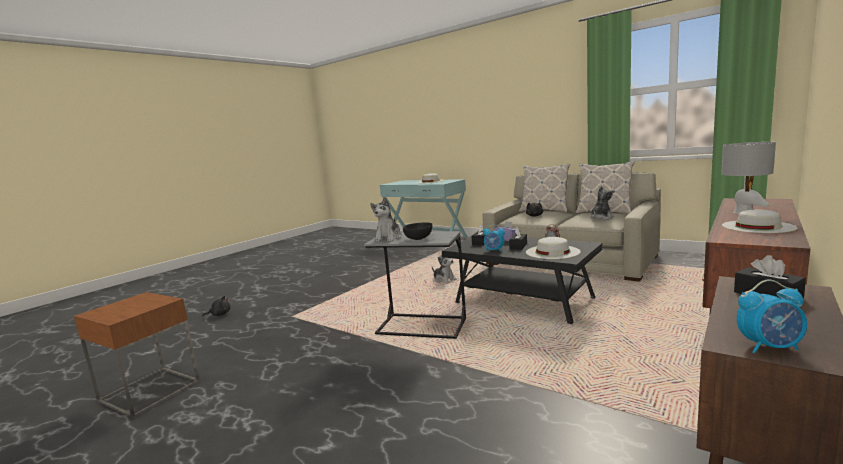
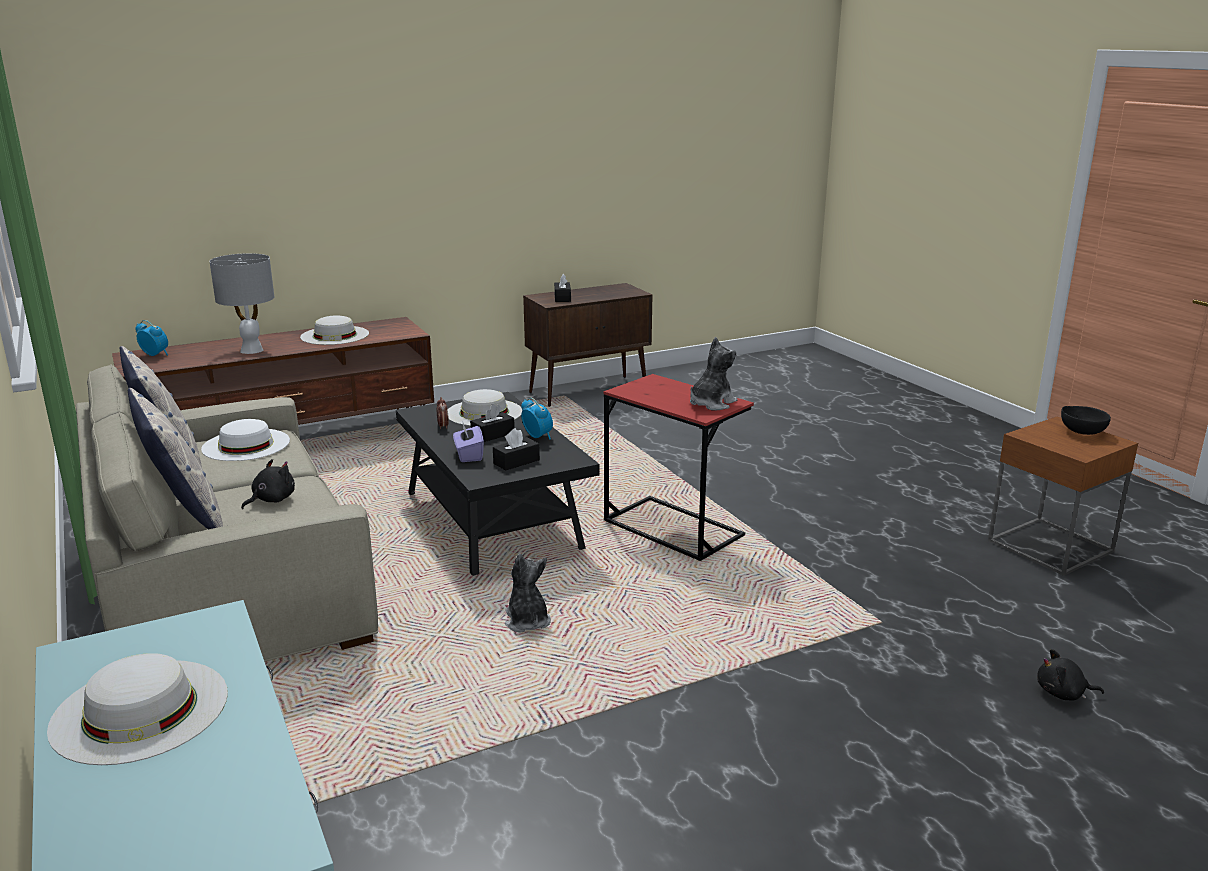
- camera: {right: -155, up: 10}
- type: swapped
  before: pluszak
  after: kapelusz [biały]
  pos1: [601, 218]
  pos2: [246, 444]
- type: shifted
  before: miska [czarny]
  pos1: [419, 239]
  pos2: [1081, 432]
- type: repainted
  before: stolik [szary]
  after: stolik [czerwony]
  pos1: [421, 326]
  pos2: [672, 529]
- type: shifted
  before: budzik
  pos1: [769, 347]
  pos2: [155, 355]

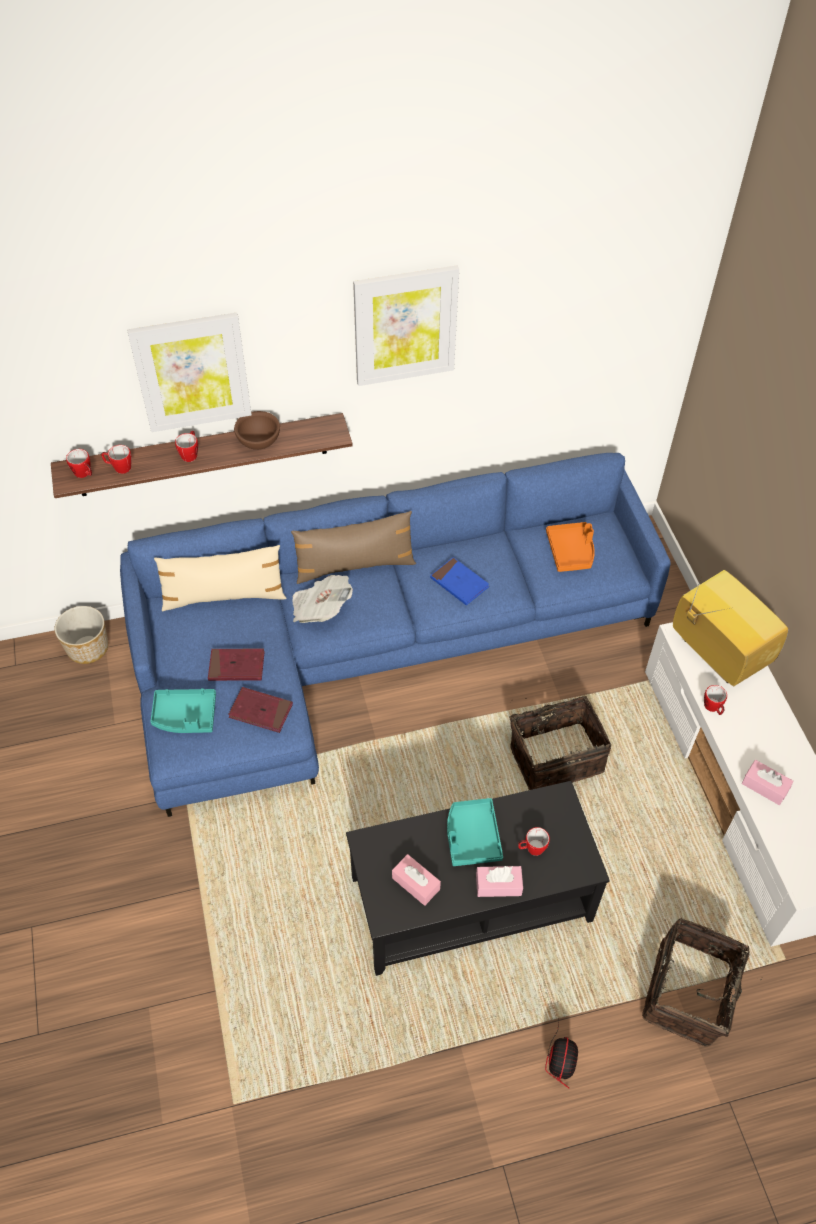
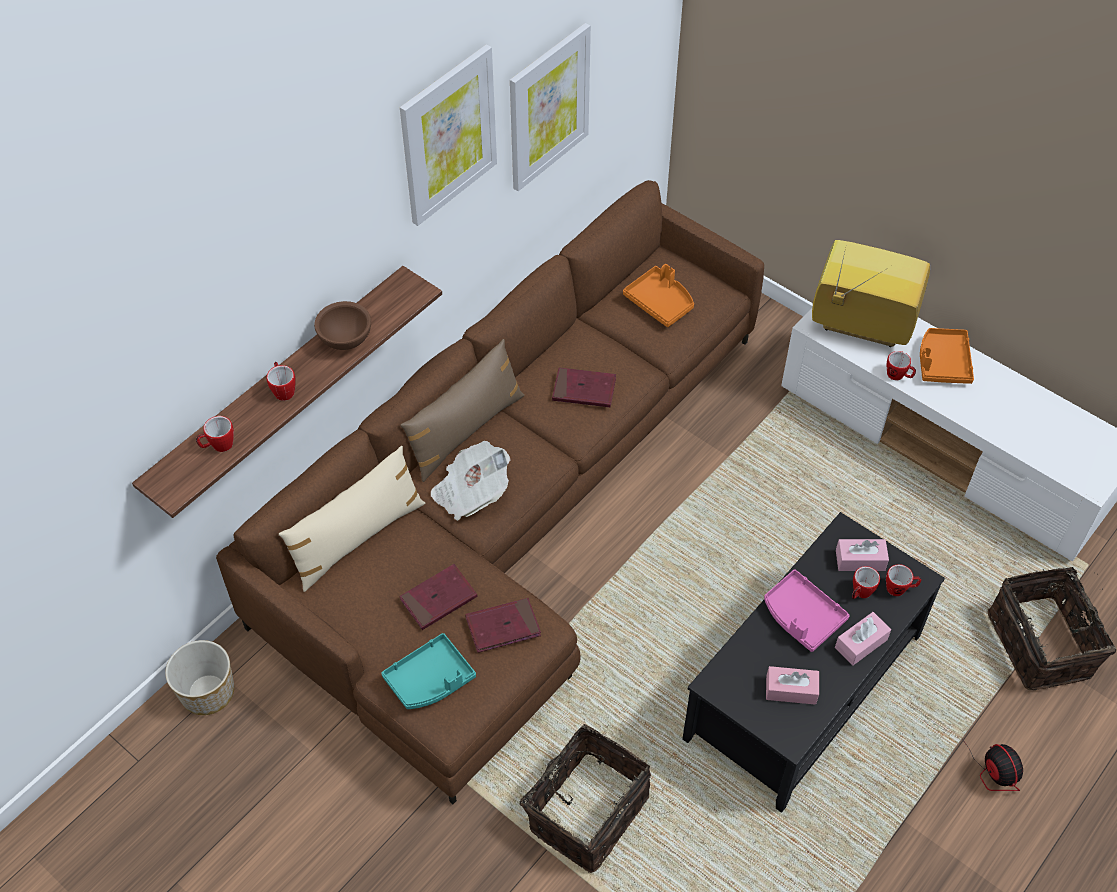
- camera: {right: -35, up: 0}
- type: shifted
  before: obraz
  pos1: [192, 372]
  pos2: [548, 107]
- type: shifted
  before: kubek
  pos1: [84, 474]
  pos2: [900, 589]
- type: repainted
  before: kanapa [niebieski]
  after: kanapa [brązowy]
  pos1: [372, 646]
  pos2: [510, 511]
- type: repainted
  before: książka [niebieski]
  after: książka [czerwony]
  pos1: [459, 583]
  pos2: [584, 390]
- type: shifted
  before: koszyk
  pos1: [555, 756]
  pos2: [585, 810]
- type: shifted
  before: pudełko chusteczek [różowy]
  pos1: [764, 786]
  pos2: [860, 560]
- type: repainted
  before: taca [turkusowy]
  after: taca [różowy]
  pos1: [472, 837]
  pos2: [801, 616]
- type: new
  after: taca [pomarańczowy]
  pos2: [943, 362]

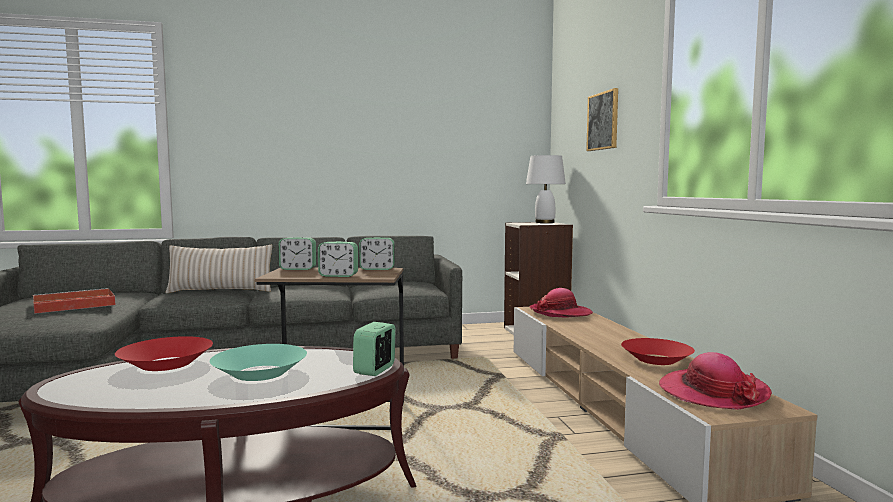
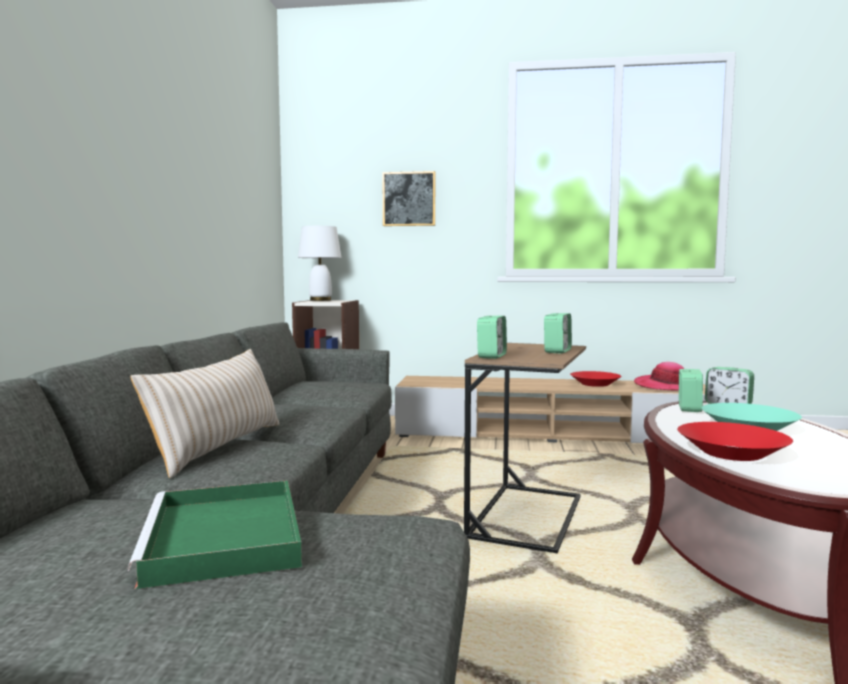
- camera: {right: -70, up: 0}
- type: shifted
  before: budzik
  pos1: [377, 269]
  pos2: [689, 408]
- type: repainted
  before: taca [czerwony]
  after: taca [zielony]
  pos1: [72, 305]
  pos2: [225, 539]
- type: gone
  before: kapelusz
  pos1: [560, 313]

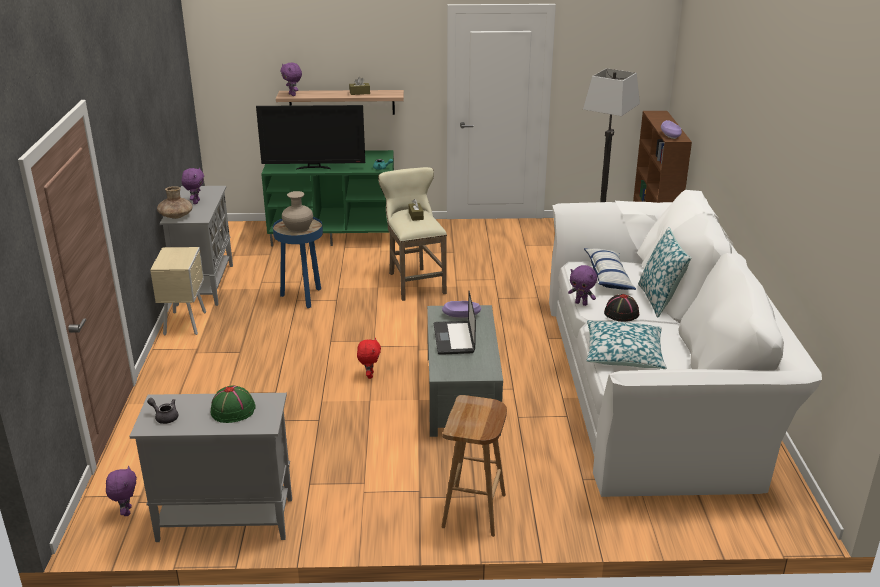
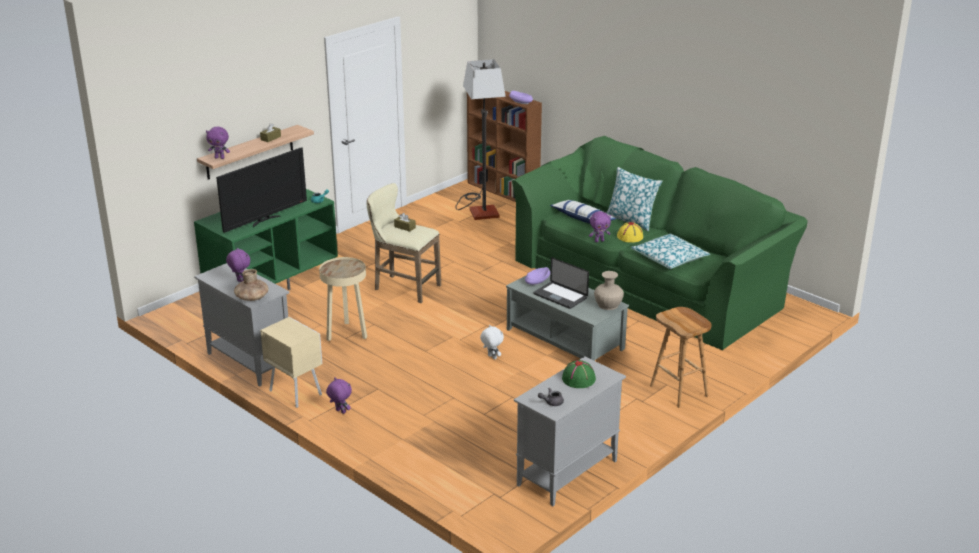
- camera: {right: -45, up: 0}
- type: repainted
  before: kanapa [biały]
  after: kanapa [zielony]
  pos1: [652, 382]
  pos2: [649, 280]
- type: shifted
  before: wazon [beżowy]
  pos1: [298, 228]
  pos2: [608, 305]
- type: repainted
  before: stolik [niebieski]
  after: stolik [beżowy]
  pos1: [303, 297]
  pos2: [346, 334]
- type: repainted
  before: kapelusz [czarny]
  after: kapelusz [żółty]
  pos1: [621, 313]
  pos2: [630, 237]
- type: repainted
  before: pluszak [czerwony]
  after: pluszak [biały]
  pos1: [369, 375]
  pos2: [491, 357]
- type: shifted
  before: pluszak [fioletowy]
  pos1: [126, 511]
  pos2: [340, 412]

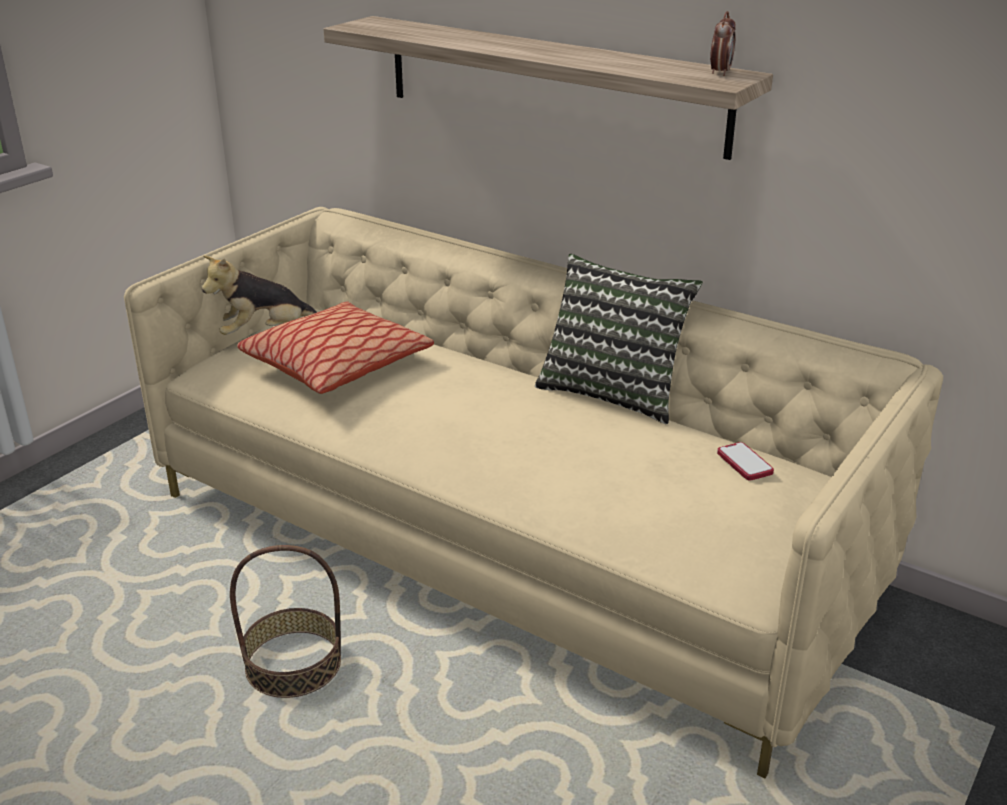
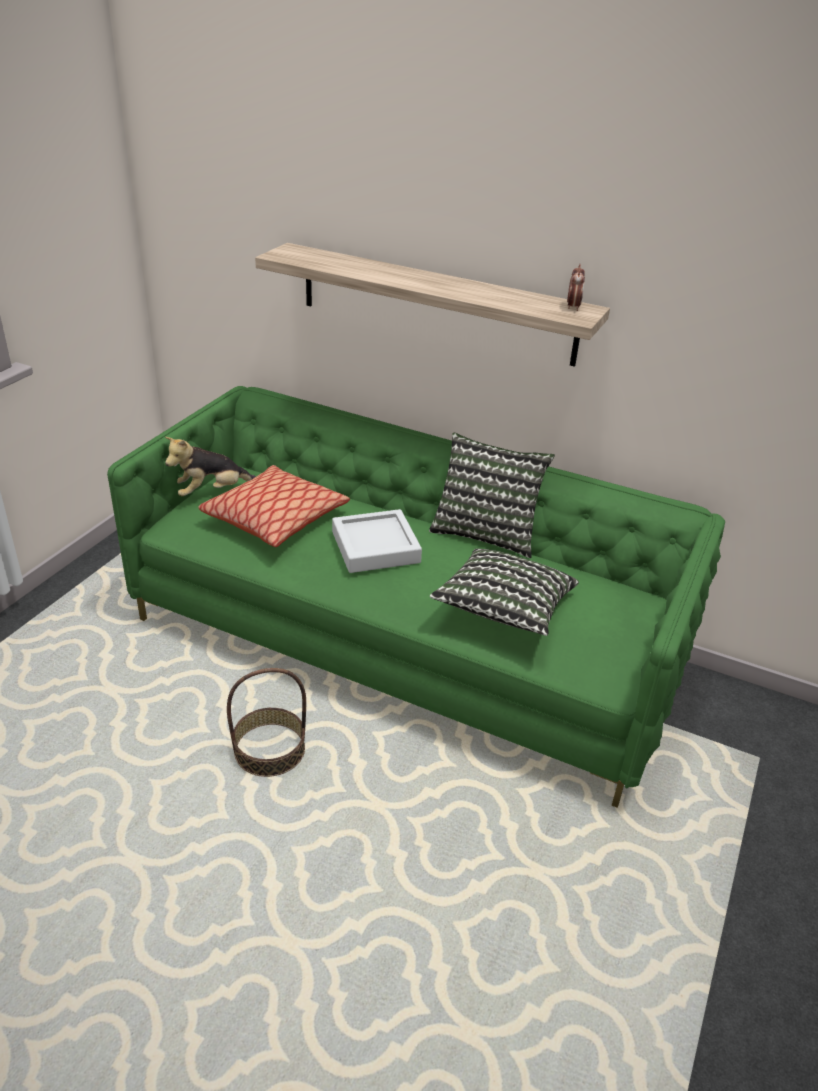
- camera: {right: -10, up: 5}
- type: repainted
  before: kanapa [beżowy]
  after: kanapa [zielony]
  pos1: [504, 544]
  pos2: [404, 644]
- type: gone
  before: telefon
  pos1: [744, 463]
- type: new
  after: taca [szary]
  pos2: [375, 547]
- type: new
  after: poduszka
  pos2: [503, 609]

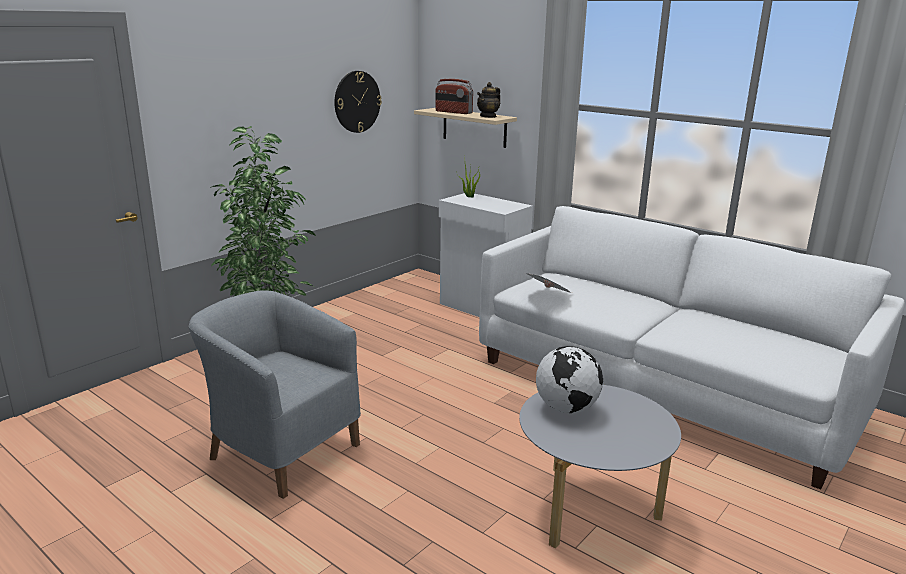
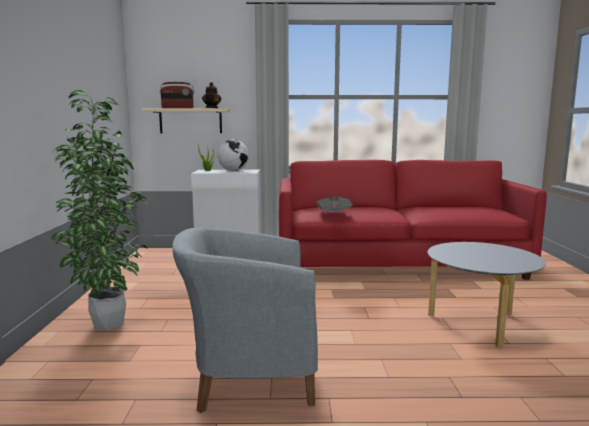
- camera: {right: -40, up: -10}
- type: gone
  before: zegar ścienny
  pos1: [357, 102]
- type: repainted
  before: kanapa [biały]
  after: kanapa [czerwony]
  pos1: [660, 389]
  pos2: [398, 265]
- type: shifted
  before: globus
  pos1: [566, 408]
  pos2: [233, 171]

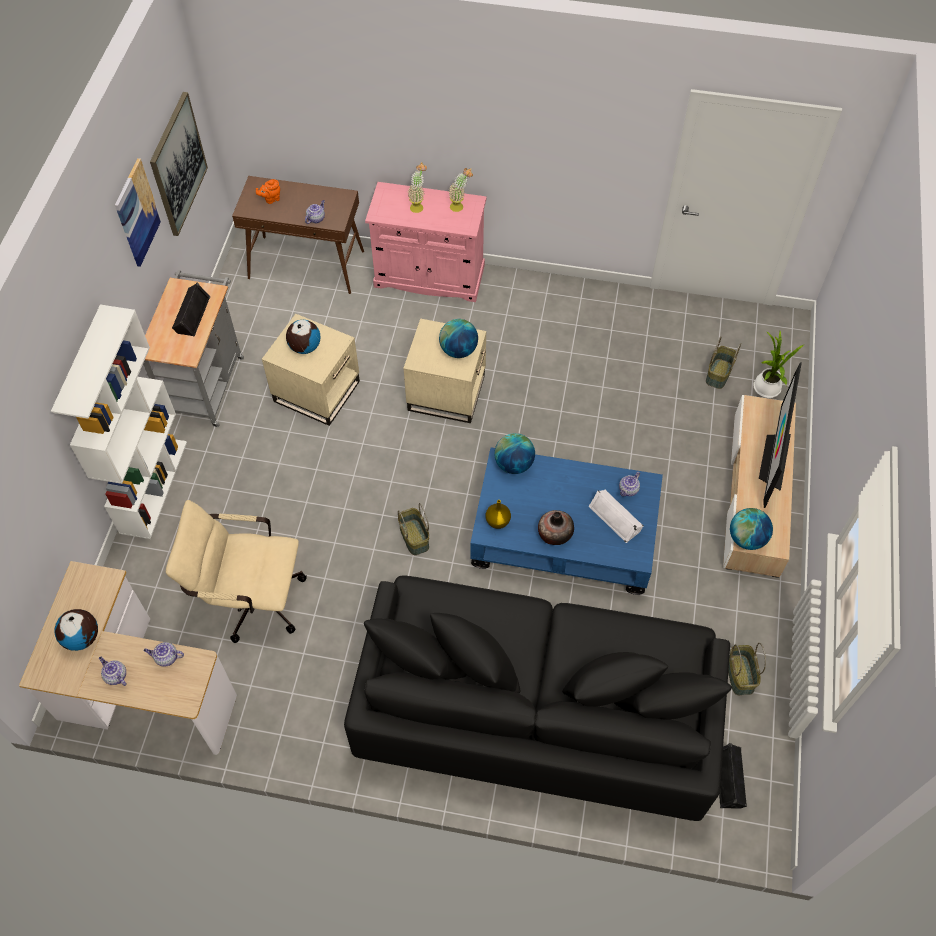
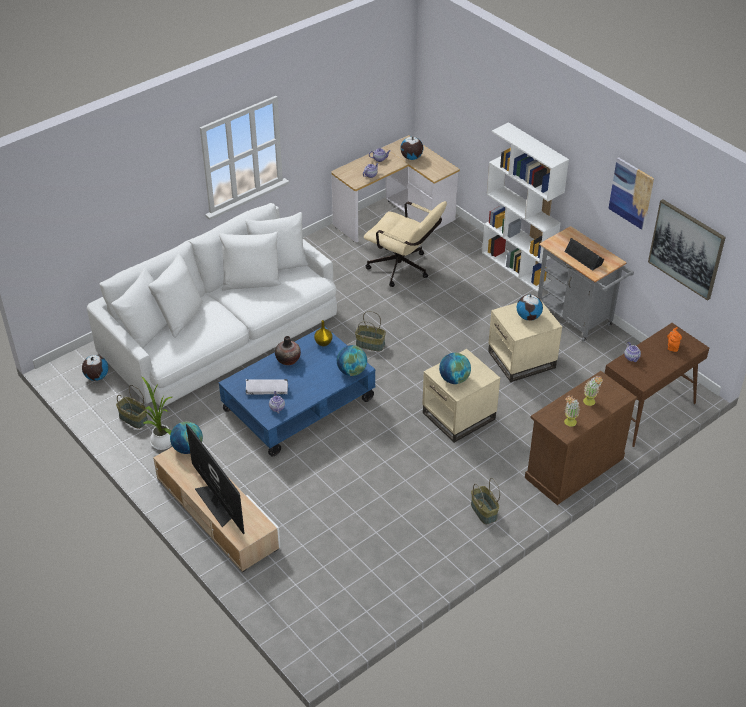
- camera: {right: 130, up: -15}
- type: repainted
  before: szafka [różowy]
  after: szafka [brązowy]
  pos1: [429, 276]
  pos2: [574, 467]
- type: shifted
  before: roślina doniczkowa
  pos1: [766, 389]
  pos2: [162, 441]
- type: shifted
  before: koszyk
  pos1: [719, 374]
  pos2: [483, 511]
- type: rotated
  before: krzesło biurowe [beżowy]
  pos1: [250, 598]
  pos2: [404, 269]
  turn: 75
- type: repainted
  before: kanapa [czarny]
  after: kanapa [biały]
  pos1: [537, 707]
  pos2: [220, 333]
- type: swapped
  before: głośnik [czarny]
  after: globus
  pos1: [730, 778]
  pos2: [96, 377]

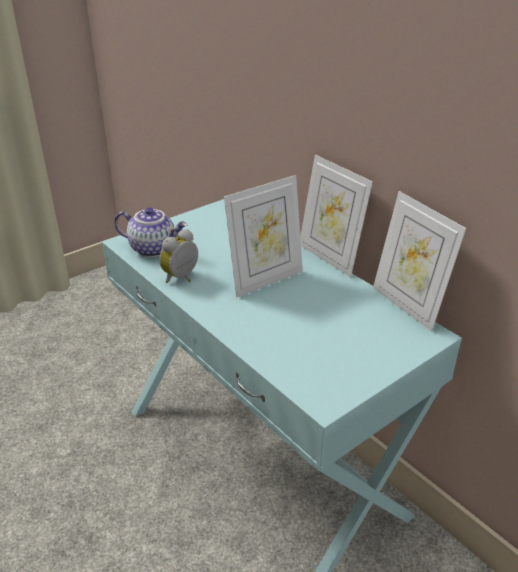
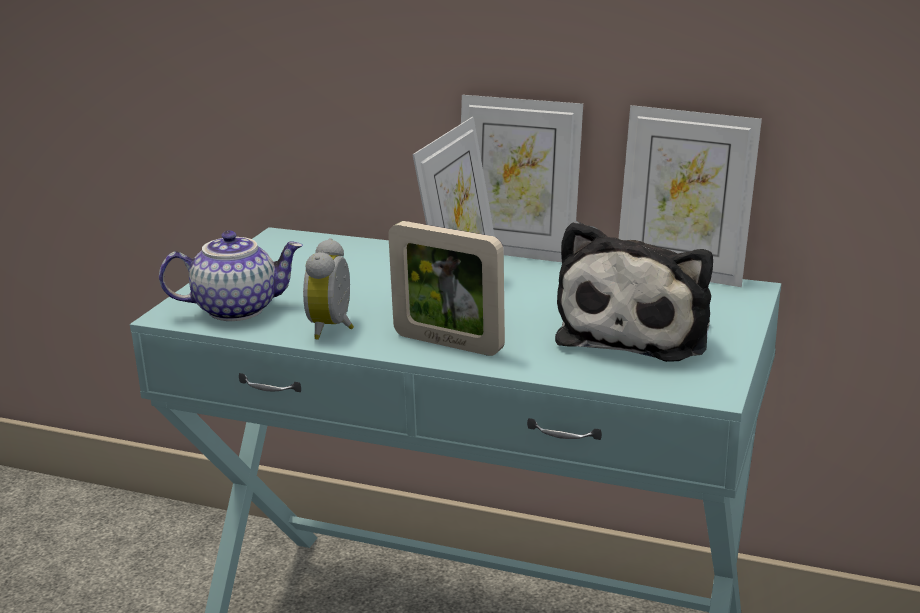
- camera: {right: -30, up: -10}
- type: new
  after: ramka na zdjęcie
  pos2: [448, 343]
- type: new
  after: pluszak
  pos2: [638, 330]

